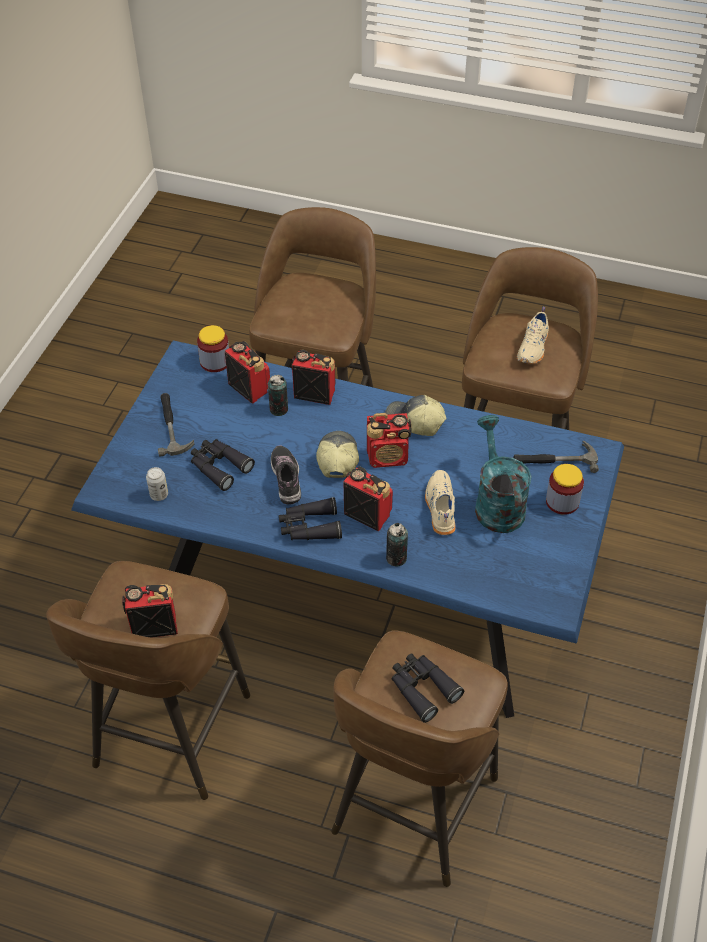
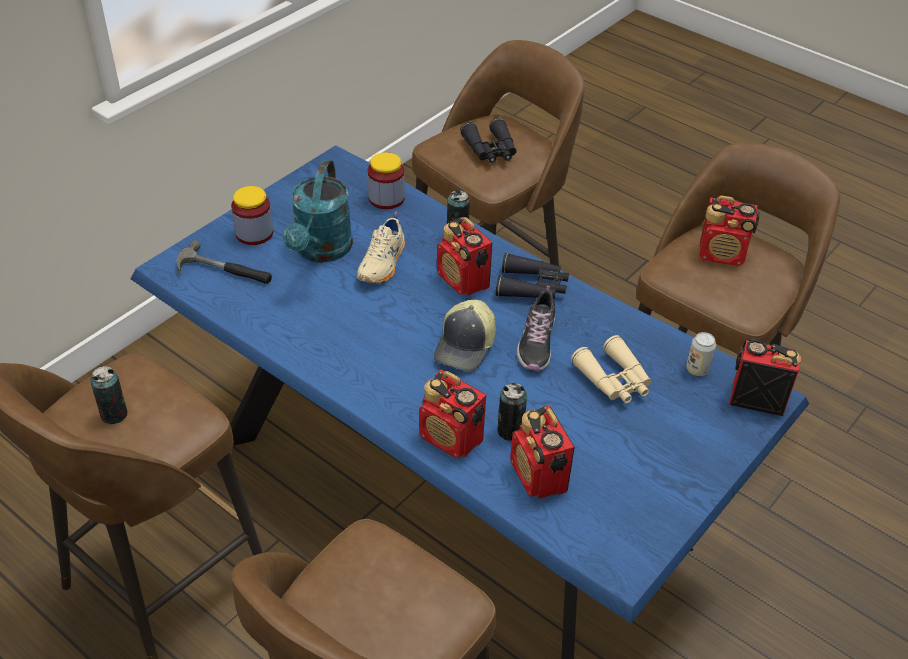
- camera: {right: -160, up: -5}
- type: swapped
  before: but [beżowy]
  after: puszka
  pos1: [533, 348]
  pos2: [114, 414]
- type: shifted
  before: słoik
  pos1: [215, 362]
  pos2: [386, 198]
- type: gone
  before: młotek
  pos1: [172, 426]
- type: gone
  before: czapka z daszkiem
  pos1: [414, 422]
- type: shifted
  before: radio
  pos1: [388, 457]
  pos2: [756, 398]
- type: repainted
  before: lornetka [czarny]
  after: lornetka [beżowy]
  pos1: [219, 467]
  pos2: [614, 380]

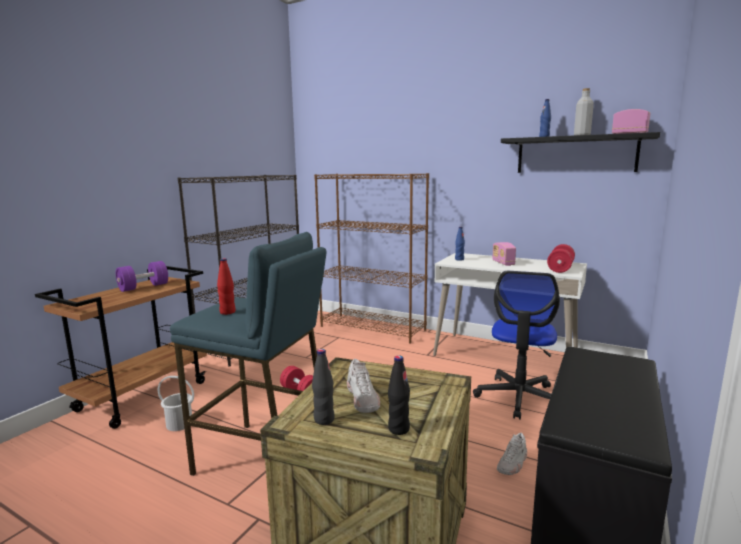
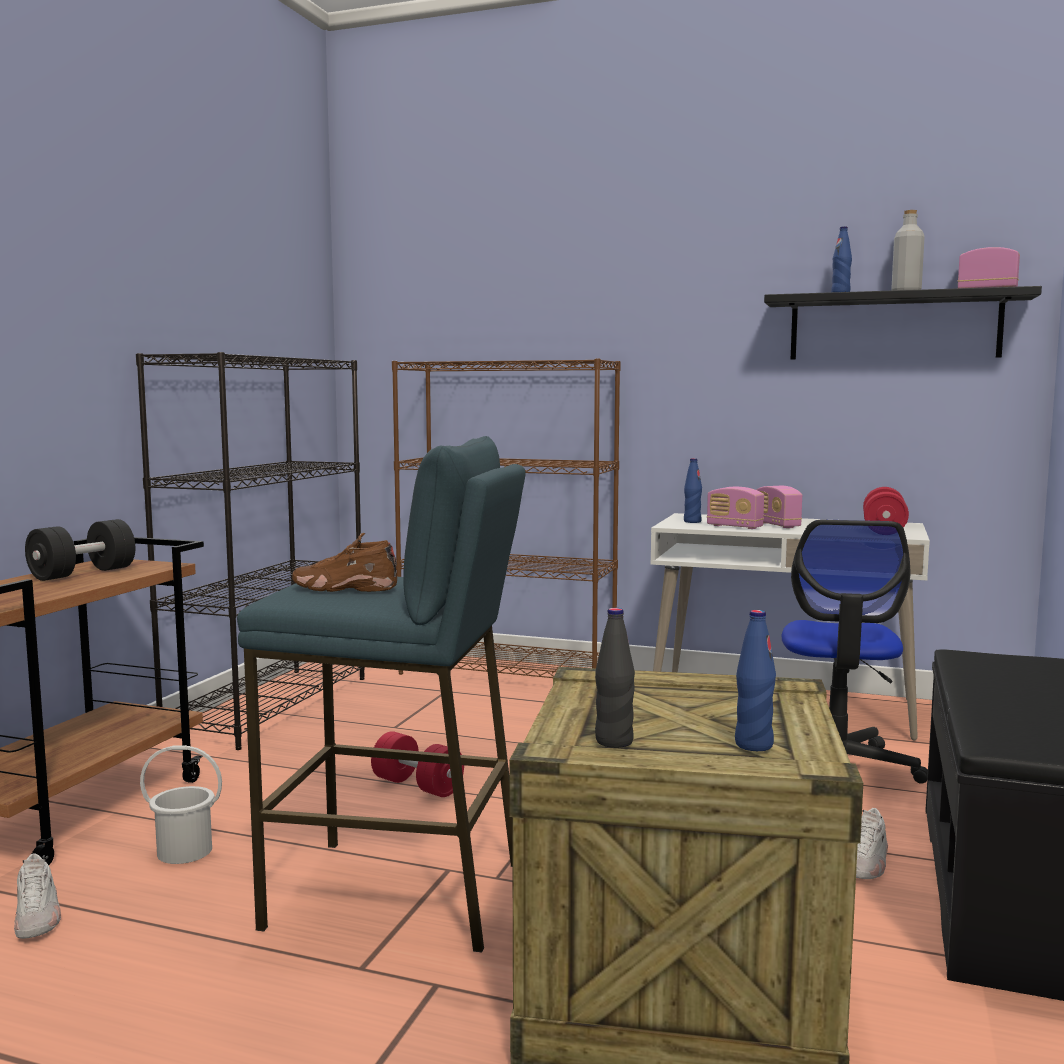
- camera: {right: -10, up: -5}
- type: swapped
  before: butelka [czerwony]
  after: but [brązowy]
  pos1: [227, 312]
  pos2: [344, 588]
- type: repainted
  before: hantel [fioletowy]
  after: hantel [czarny]
  pos1: [143, 287]
  pos2: [83, 573]
- type: repainted
  before: butelka [czarny]
  after: butelka [niebieski]
  pos1: [398, 429]
  pos2: [753, 745]
- type: shifted
  before: but [biały]
  pos1: [363, 399]
  pos2: [37, 917]
- type: new
  after: radio
  pos2: [734, 527]

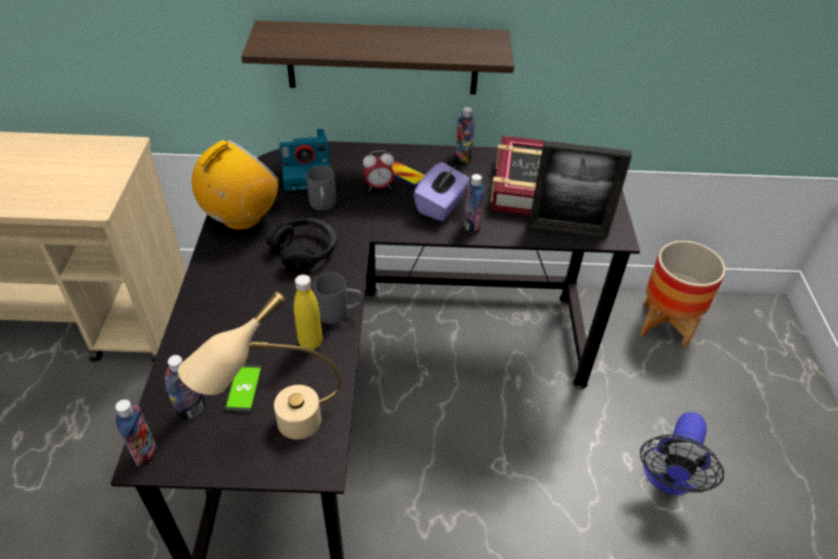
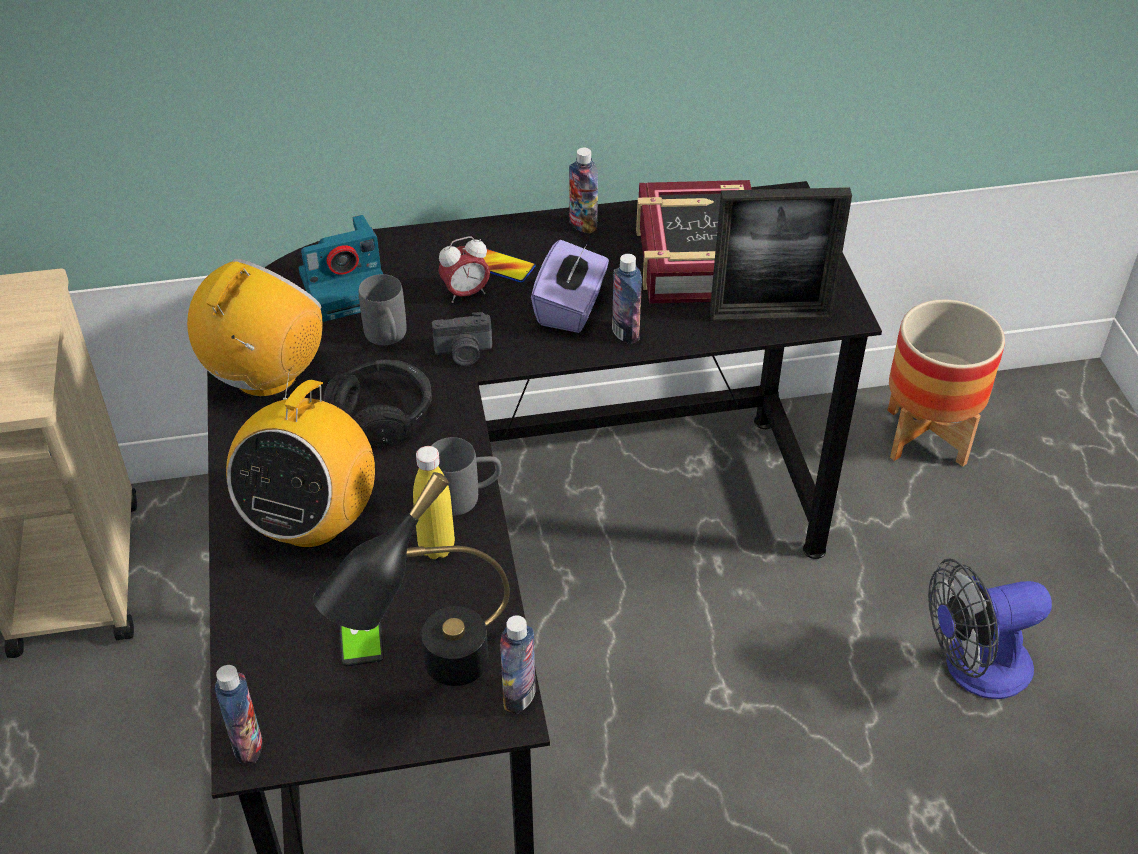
- camera: {right: -10, up: 0}
- type: gone
  before: półka
  pos1: [382, 58]
- type: repainted
  before: lampa stołowa [beżowy]
  after: lampa stołowa [czarny]
  pos1: [278, 430]
  pos2: [430, 677]
- type: shifted
  before: butelka
  pos1: [192, 409]
  pos2: [519, 695]
- type: rotated
  before: wentylator
  pos1: [668, 478]
  pos2: [973, 668]
  turn: 60
- type: new
  after: aparat fotograficzny
  pos2: [464, 353]
- type: new
  after: radio
  pos2: [311, 521]

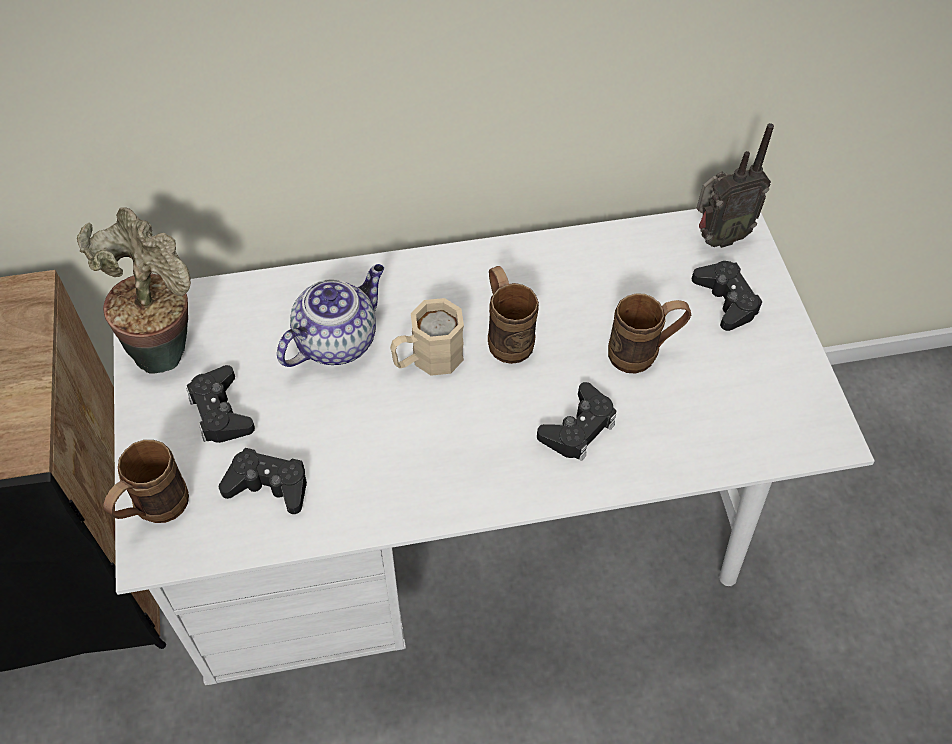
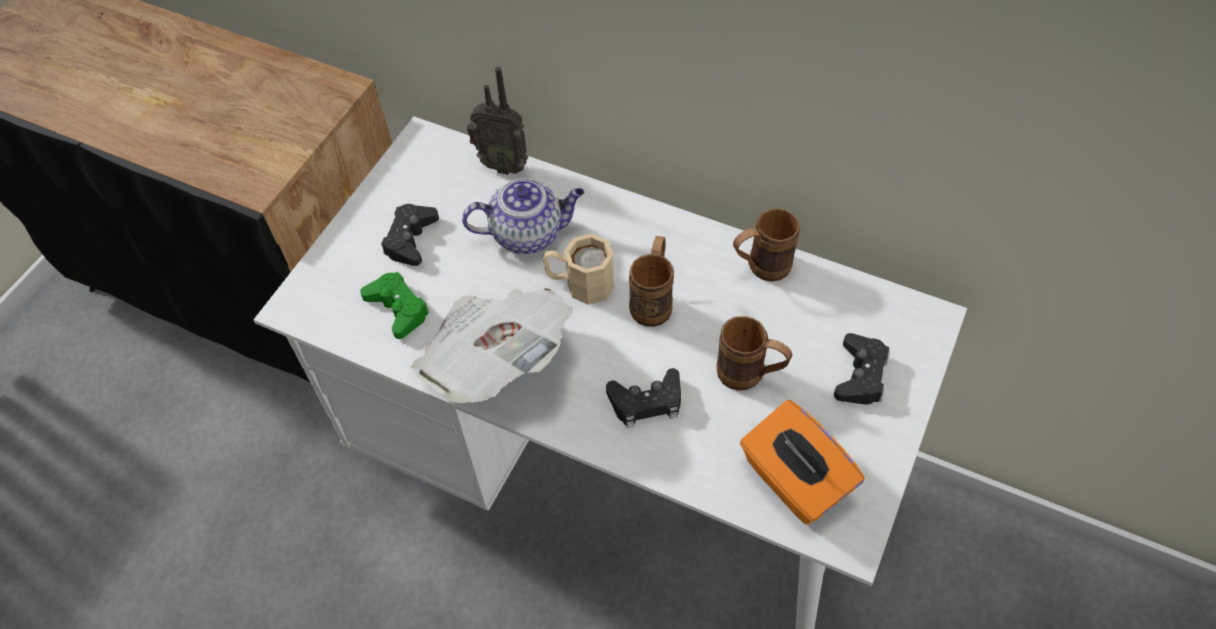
- camera: {right: 40, up: 0}
- type: shifted
  before: radio
  pos1: [717, 237]
  pos2: [503, 164]
- type: gone
  before: roślina doniczkowa
  pos1: [165, 346]
- type: shifted
  before: kubek [brązowy]
  pos1: [154, 511]
  pos2: [760, 268]
- type: repainted
  before: pad do gier [czarny]
  after: pad do gier [zielony]
  pos1: [268, 485]
  pos2: [398, 308]
- type: new
  after: gazeta
  pos2: [495, 360]
- type: new
  after: pudełko chusteczek [pomarańczowy]
  pos2: [794, 480]

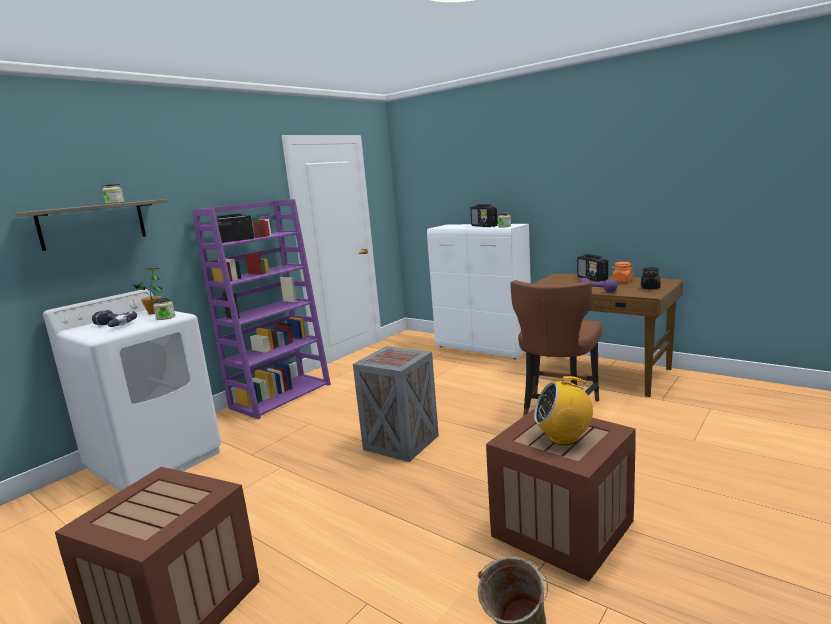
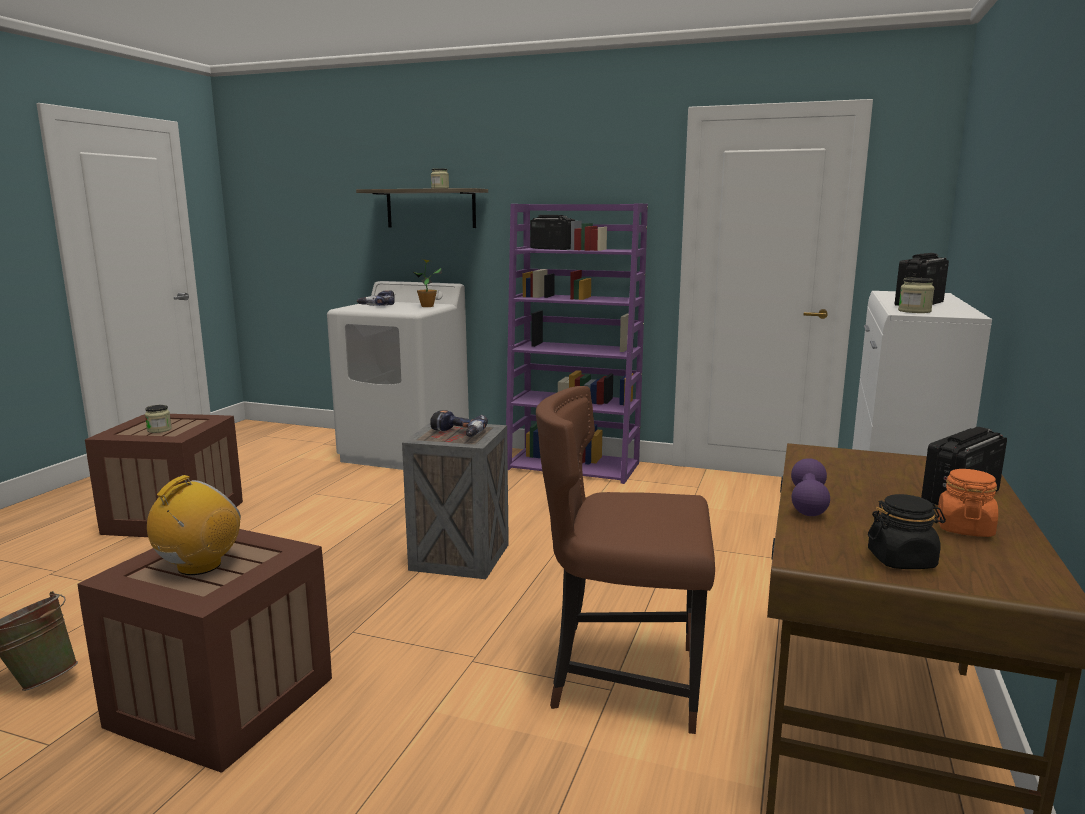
- camera: {right: 70, up: 0}
- type: shifted
  before: słoik
  pos1: [165, 317]
  pos2: [159, 430]
- type: rotated
  before: radio
  pos1: [563, 438]
  pos2: [199, 566]
  turn: 45
- type: new
  after: wiertarka
  pos2: [457, 434]

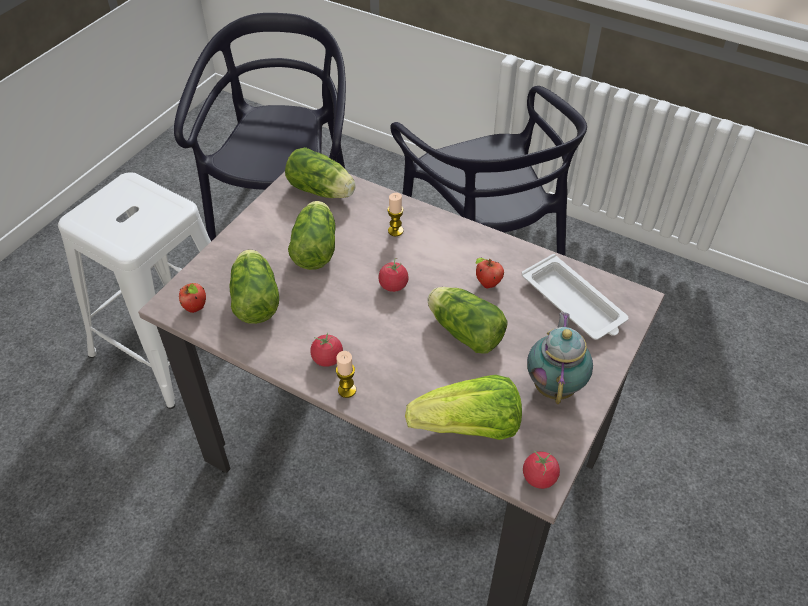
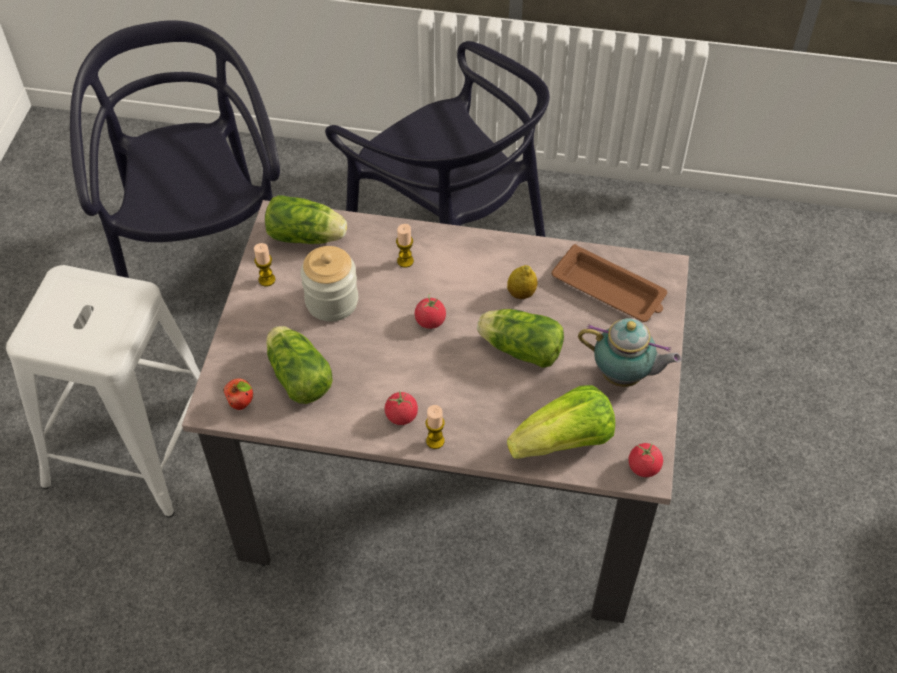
- camera: {right: -20, up: 5}
- type: swapped
  before: sałata
  after: słoik
  pos1: [316, 247]
  pos2: [332, 301]
- type: repainted
  before: taca [biały]
  after: taca [brązowy]
  pos1: [573, 303]
  pos2: [610, 290]
- type: swapped
  before: jabłko
  after: cytryna
  pos1: [487, 284]
  pos2: [521, 294]
- type: rotated
  before: imbryk
  pos1: [555, 385]
  pos2: [624, 376]
  turn: 120
- type: new
  after: świeca
  pos2: [267, 280]

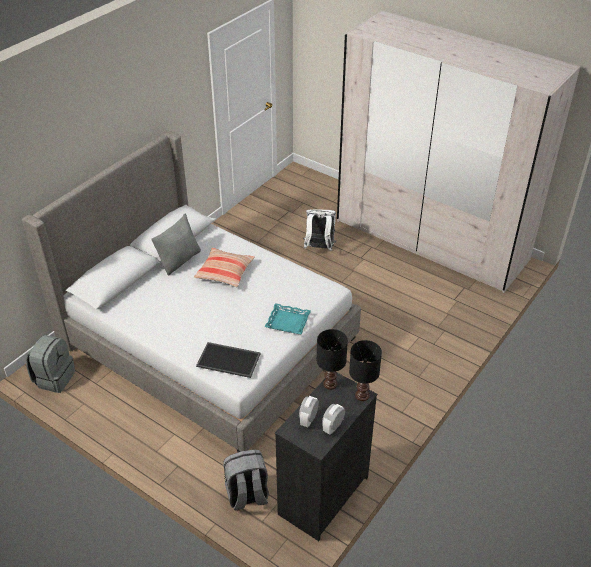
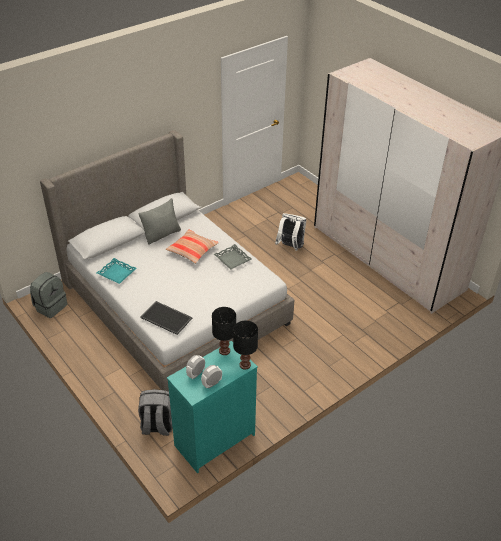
- camera: {right: 15, up: 0}
- type: shifted
  before: taca [turkusowy]
  pos1: [288, 321]
  pos2: [117, 273]
- type: repainted
  before: komoda [czarny]
  after: komoda [turkusowy]
  pos1: [323, 495]
  pos2: [214, 440]
- type: new
  after: taca [szary]
  pos2: [232, 259]

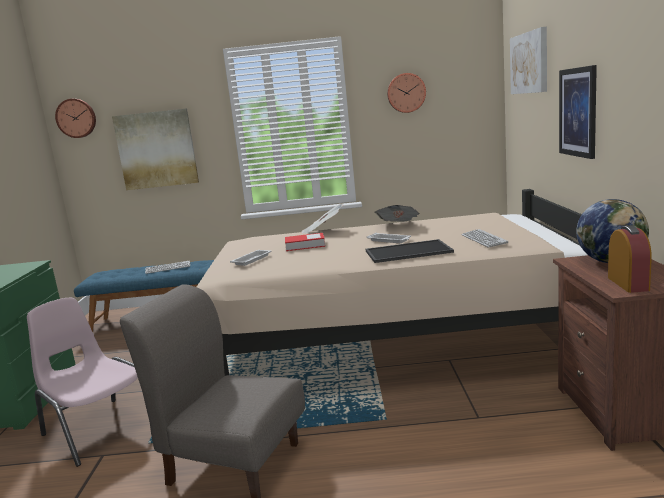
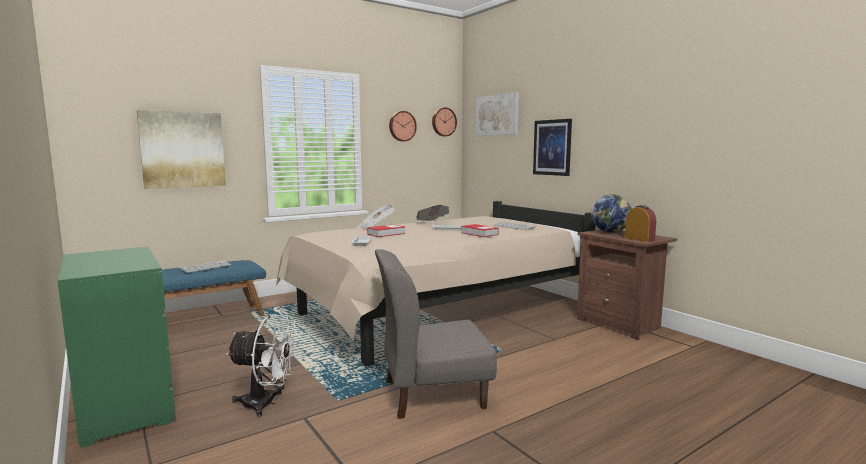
- camera: {right: -35, up: -5}
- type: shifted
  before: zegar ścienny
  pos1: [76, 118]
  pos2: [443, 122]
- type: swapped
  before: taca
  after: książka
  pos1: [407, 252]
  pos2: [479, 233]
- type: swapped
  before: krzesło [różowy]
  after: wentylator [biały]
  pos1: [99, 428]
  pos2: [266, 403]

